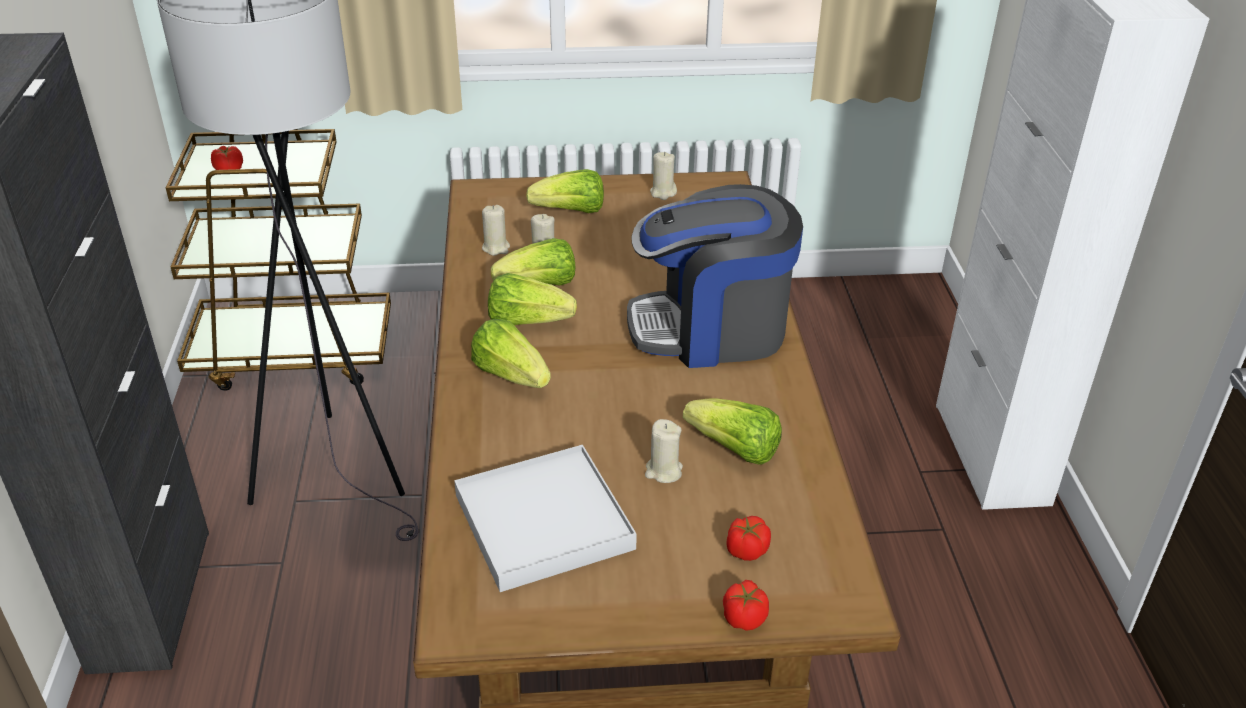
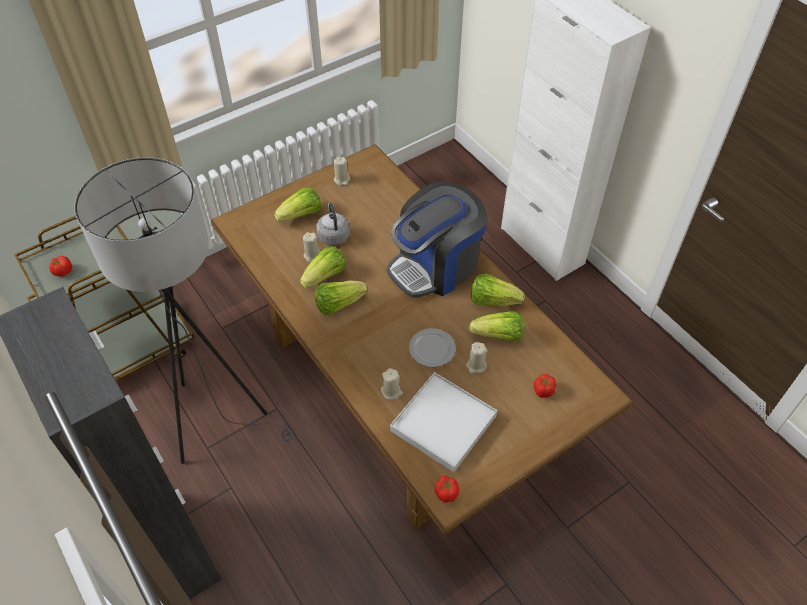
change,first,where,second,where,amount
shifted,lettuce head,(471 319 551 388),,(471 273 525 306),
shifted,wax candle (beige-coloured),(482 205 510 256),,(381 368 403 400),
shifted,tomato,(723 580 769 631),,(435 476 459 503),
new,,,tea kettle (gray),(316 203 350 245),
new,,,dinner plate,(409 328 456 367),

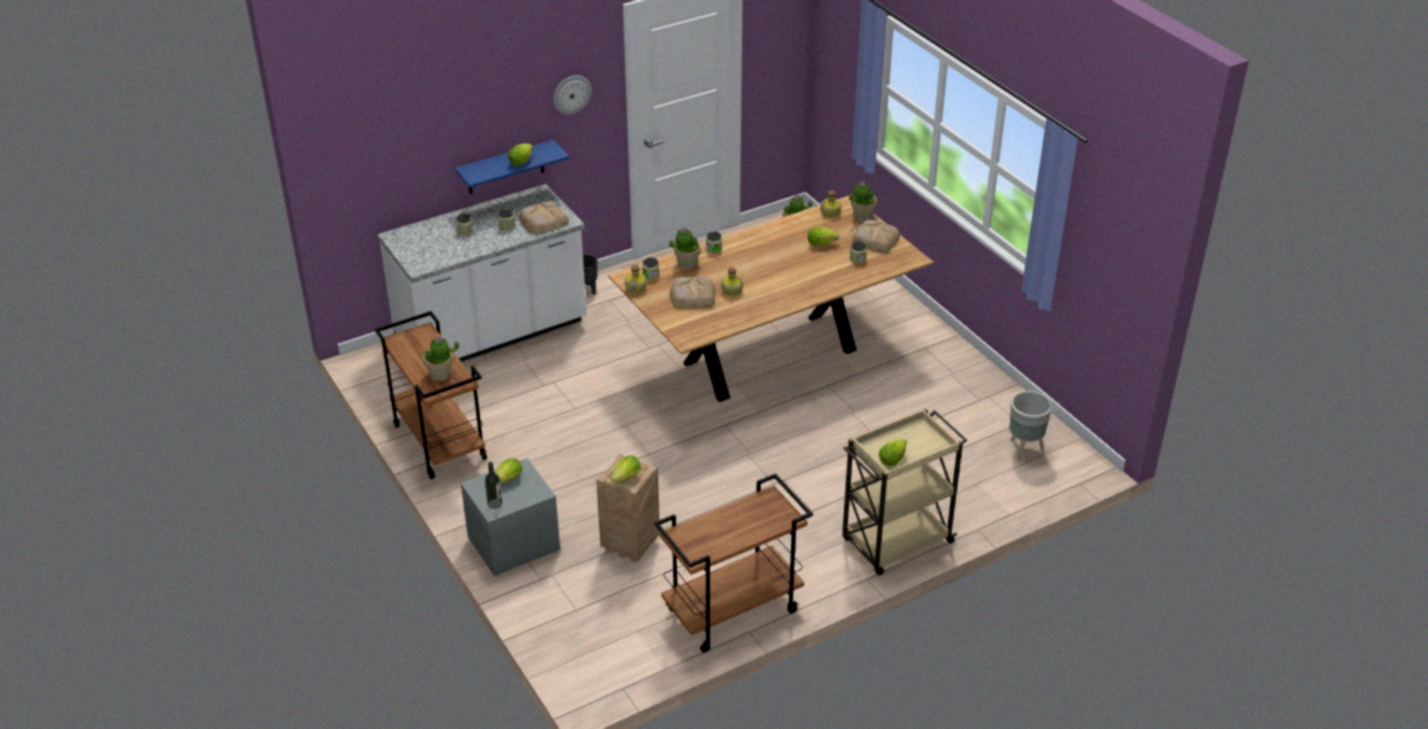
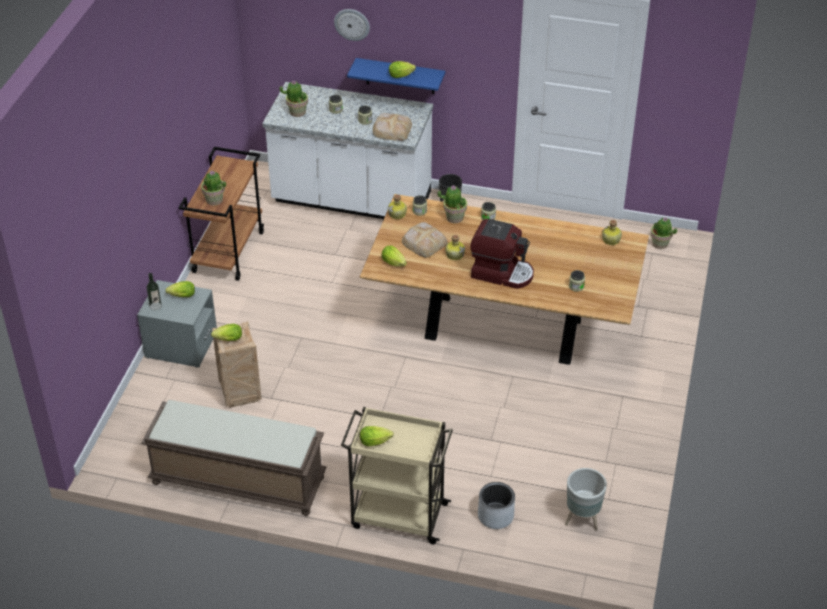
change,first,where,second,where,amount
shifted,wall clock,(553 75 592 115),,(334 9 370 41),
swapped,trolley (brown-coloured),(654 473 813 653),bench (brown-coloured),(141 400 326 516),
shifted,lettuce head,(808 227 839 246),,(382 246 407 267),
shifted,potted plant,(849 181 877 222),,(280 81 308 117),
gone,bakery bread,(852 219 900 253),,,
new,,,coffee maker,(470 219 534 289),
new,,,flower pot (gray),(478 482 515 529),

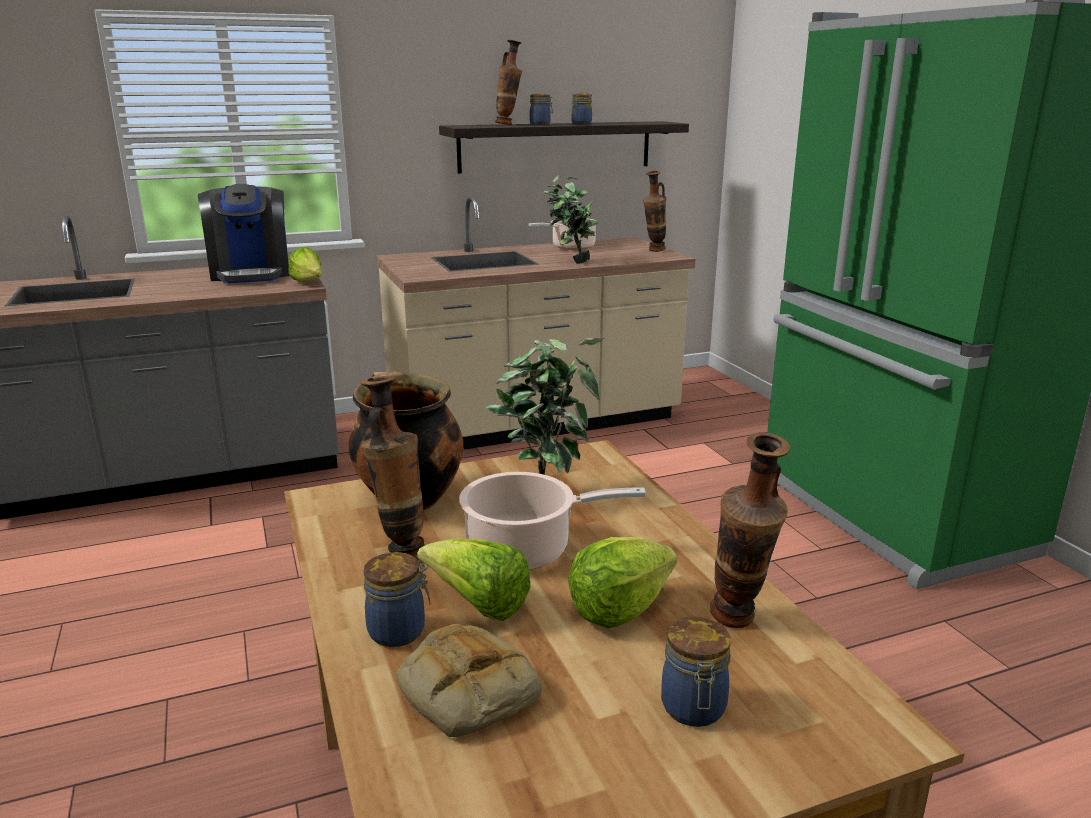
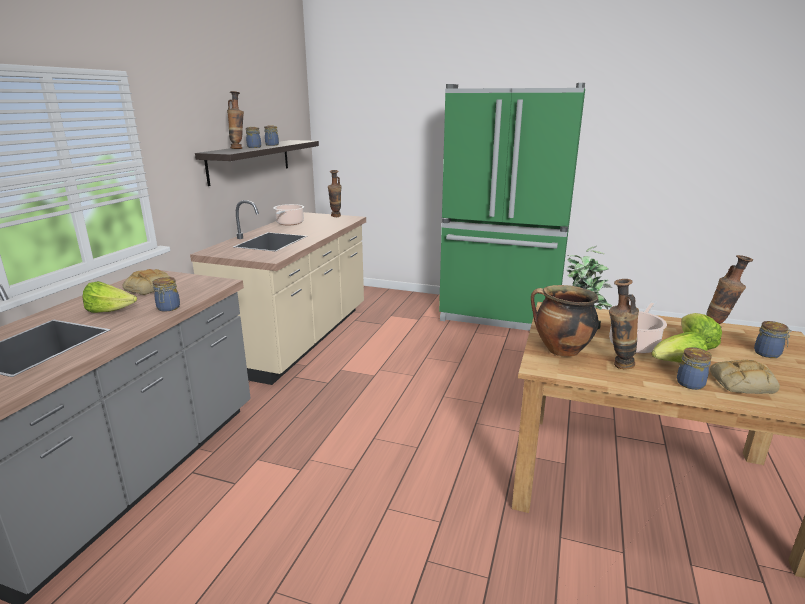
change,first,where,second,where,amount
swapped,coffee maker,(198 184 290 283),bakery bread,(122 269 170 295),
shifted,lettuce head,(288 247 322 282),,(82 281 137 313),
gone,potted plant,(543 175 598 264),,,
new,,,storage jar,(153 277 180 312),

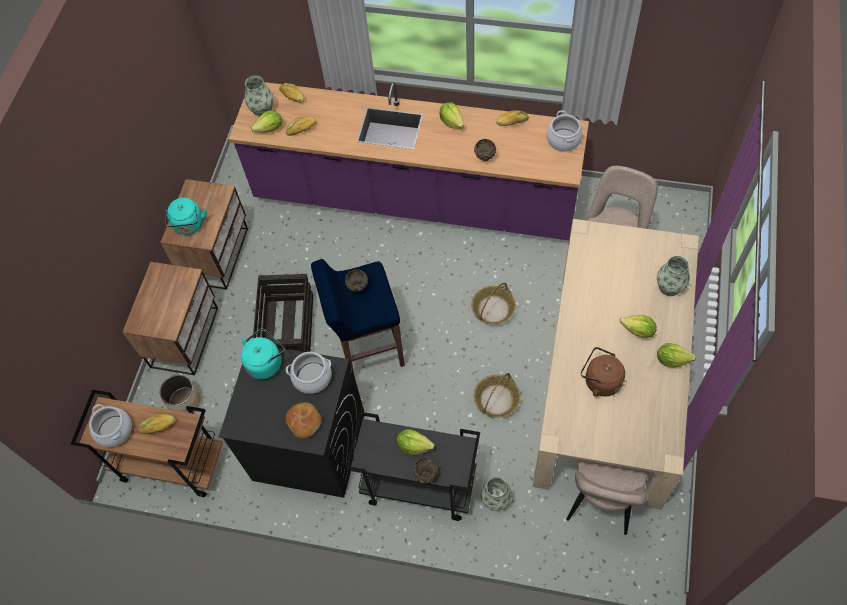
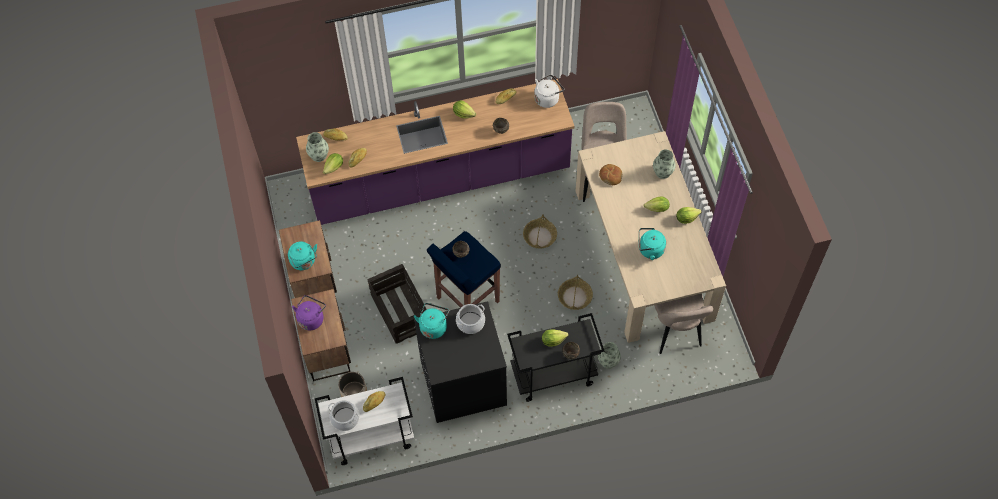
change,first,where,second,where,amount
repainted,trolley (brown-coloured),(71 390 223 497),trolley (white),(315 377 414 465),
shifted,bakery bread,(286 402 321 439),,(599 164 622 185),
swapped,stockpot,(546 110 583 152),tea kettle (white),(534 75 564 108),
repainted,tea kettle (brown-coloured),(581 347 625 397),tea kettle (turquoise-coloured),(638 228 666 260),
new,,,tea kettle (purple),(292 295 326 330),

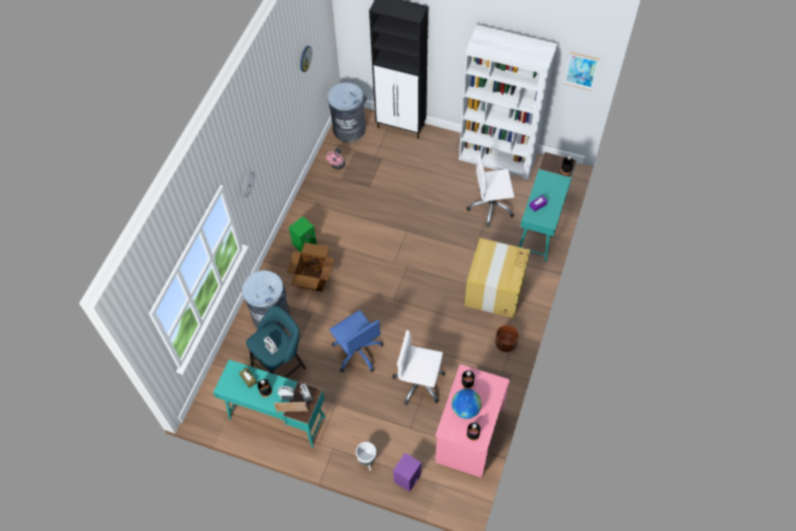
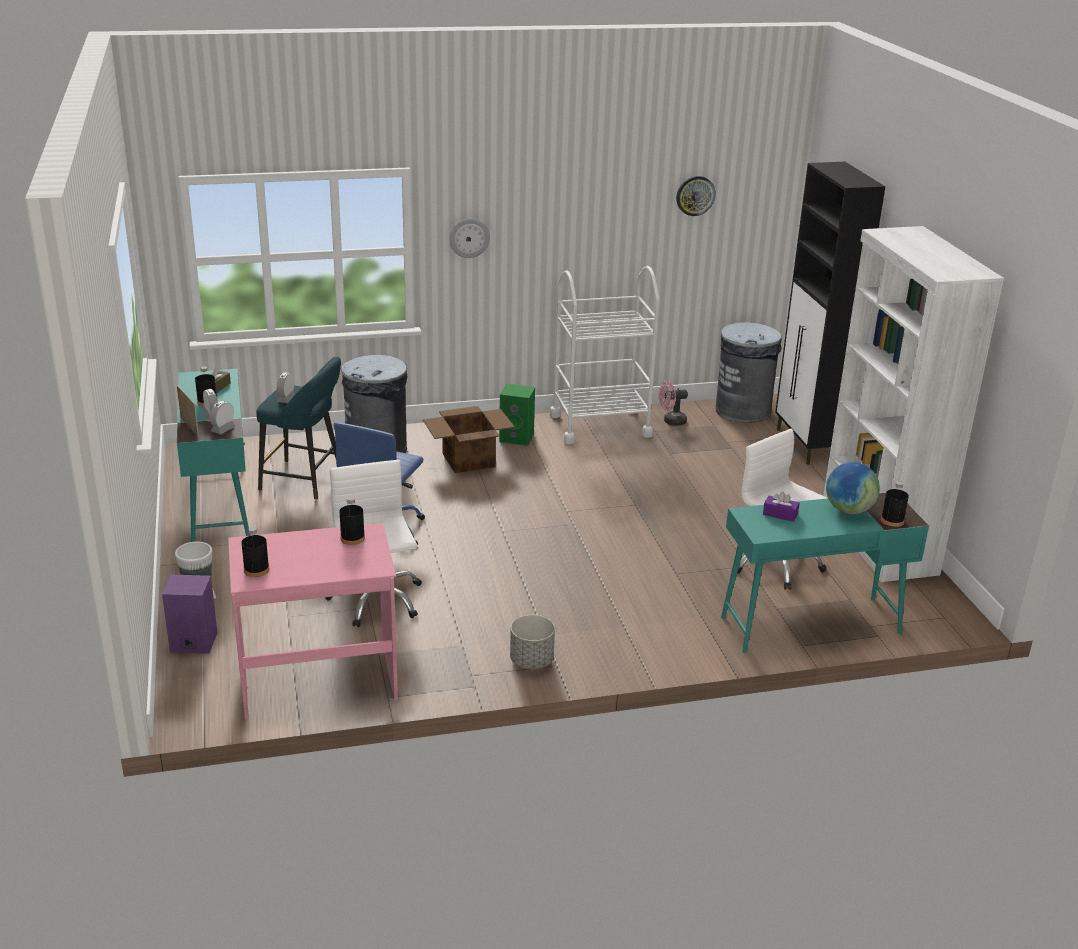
change,first,where,second,where,amount
shifted,world globe,(452 389 482 419),,(826 462 880 514),
gone,cardboard box,(465 238 530 318),,,
repainted,flower pot (brown-coloured),(495 325 519 352),flower pot (gray),(510 615 555 669),
gone,picture,(564 52 599 91),,,
new,,,trolley (white),(550 266 660 444),

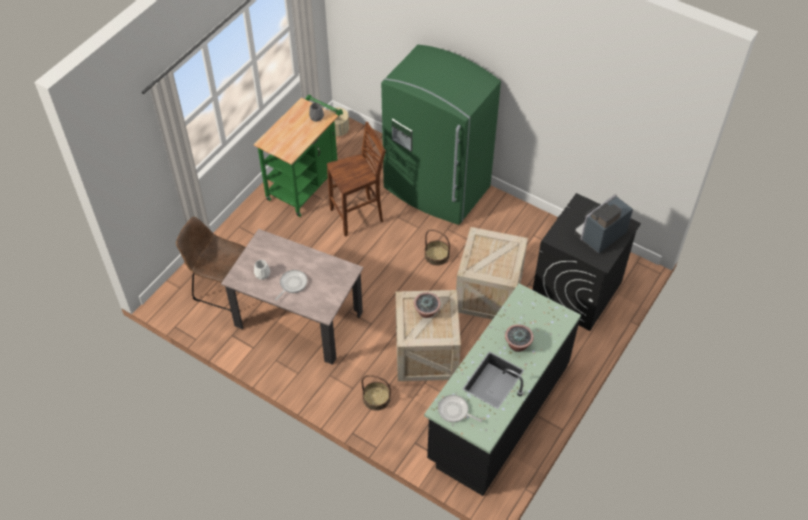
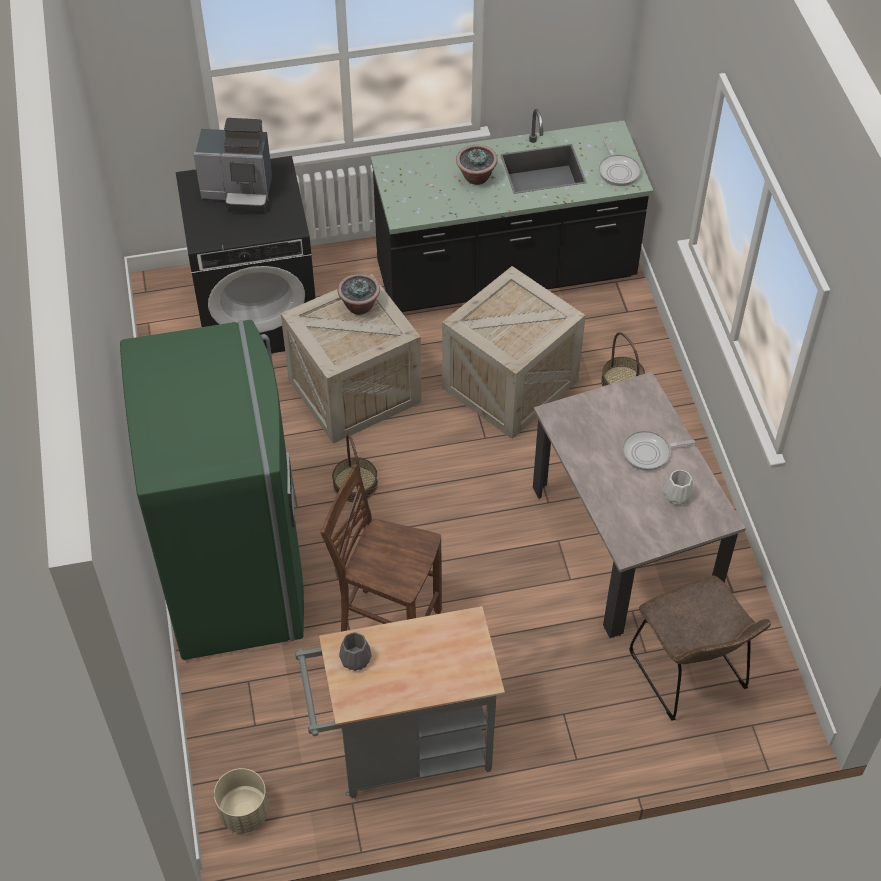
change,first,where,second,where,amount
repainted,trolley (greenish),(254 94 343 217),trolley (gray),(295 606 505 799),
shifted,potted plant,(414 292 441 318),,(338 274 380 315),

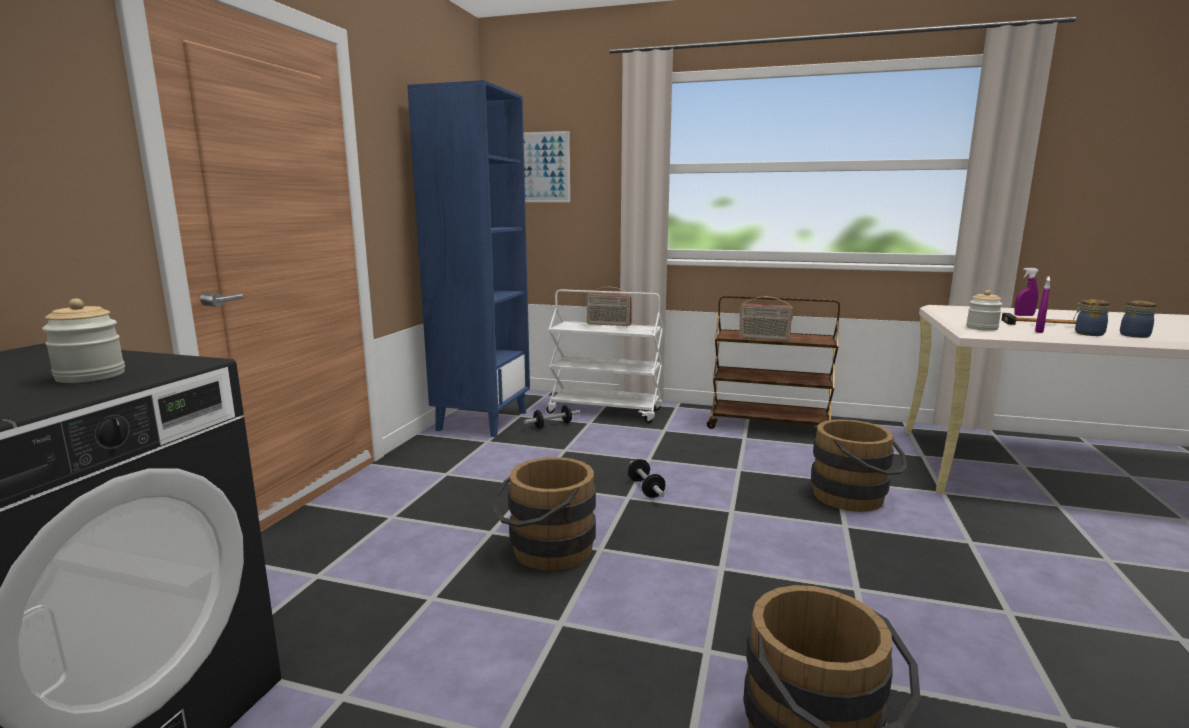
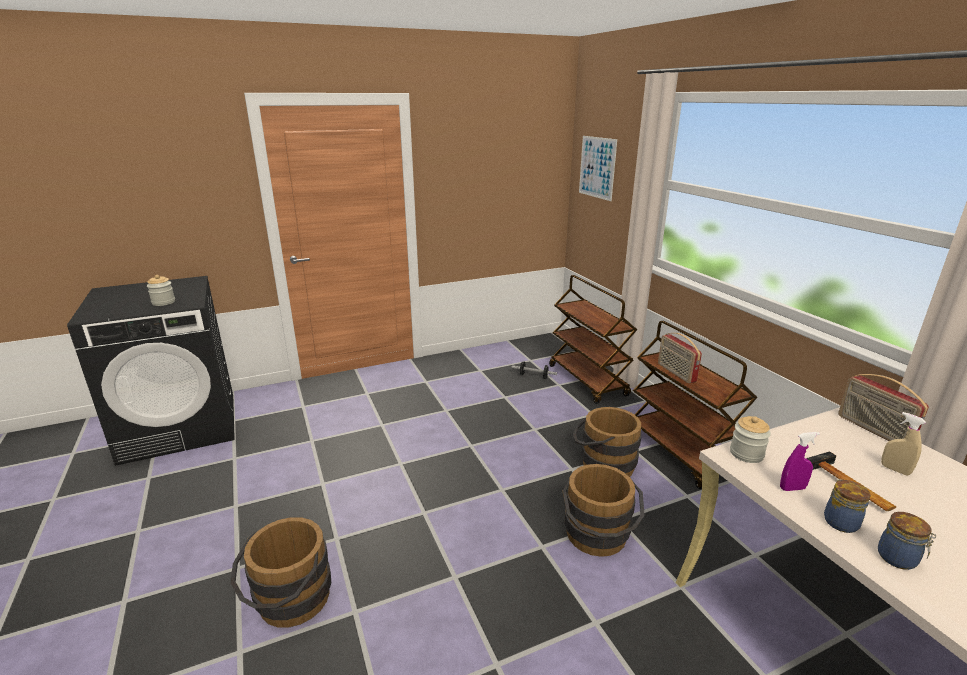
change,first,where,second,where,amount
gone,shelving unit (blue),(407 80 530 437),,,
shifted,water bucket (brown-coloured),(493 457 596 571),,(573 407 641 477),
repainted,trolley (white),(546 289 663 423),trolley (brown-coloured),(549 275 637 404),
shifted,radio receiver,(586 287 632 326),,(838 374 929 441),
gone,dumbbell,(628 459 666 498),,,
repainted,spray bottle (purple),(1014 268 1039 316),spray bottle (beige-coloured),(881 412 926 476),

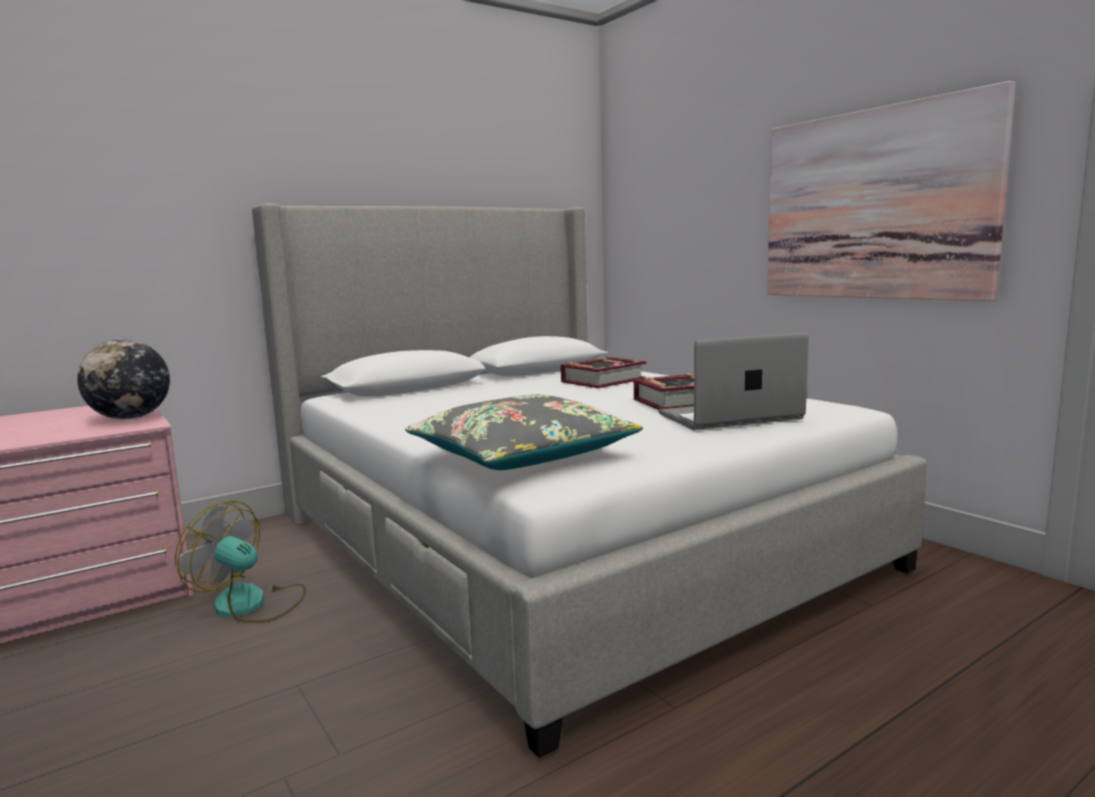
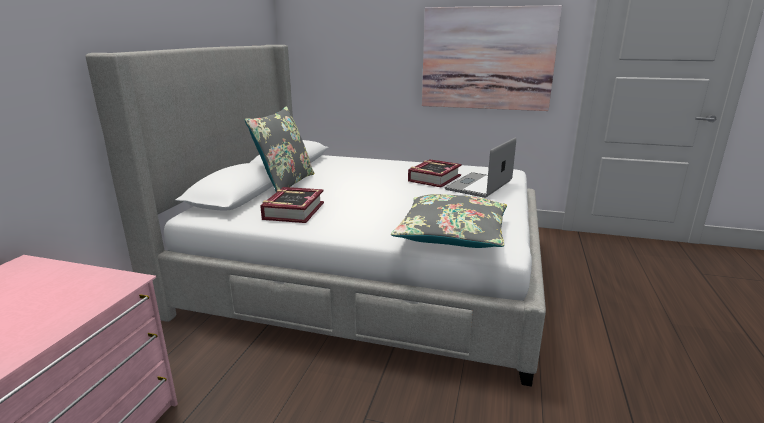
change,first,where,second,where,amount
gone,world globe,(77 339 170 419),,,
gone,fan,(175 501 306 623),,,
shifted,bound book,(561 357 647 388),,(260 187 324 223),
new,,,cushion (gray),(245 106 314 191),

